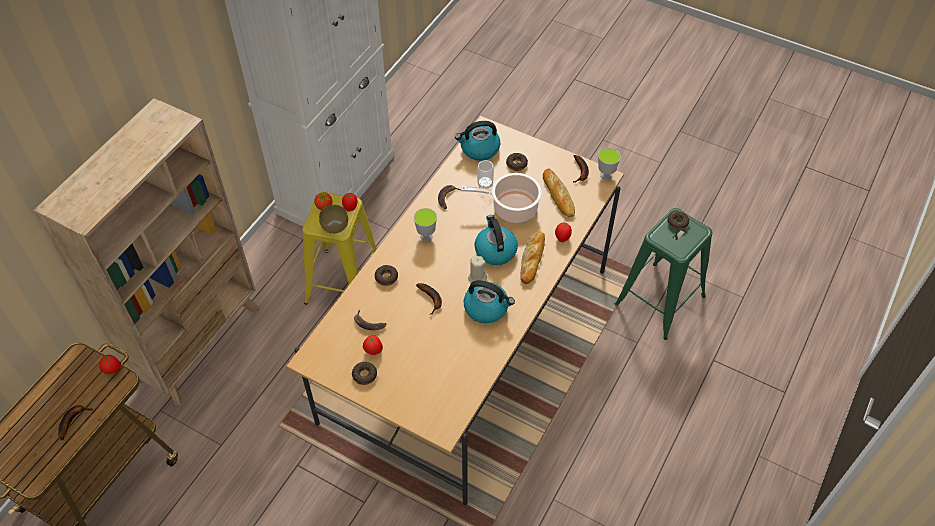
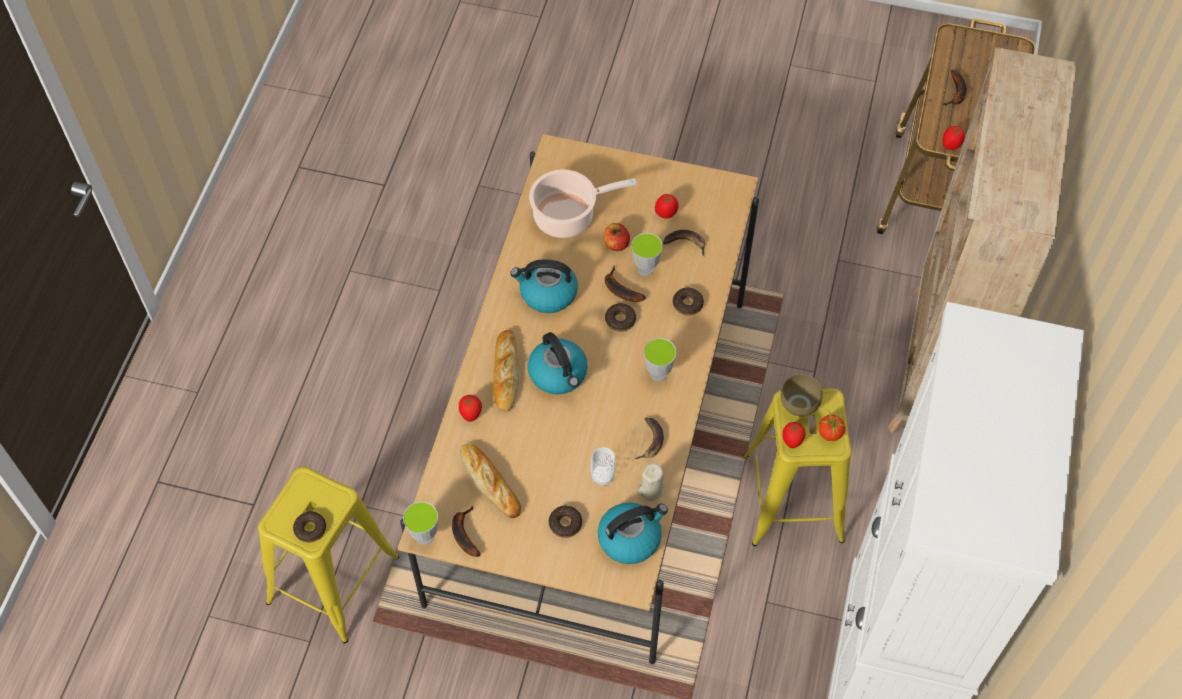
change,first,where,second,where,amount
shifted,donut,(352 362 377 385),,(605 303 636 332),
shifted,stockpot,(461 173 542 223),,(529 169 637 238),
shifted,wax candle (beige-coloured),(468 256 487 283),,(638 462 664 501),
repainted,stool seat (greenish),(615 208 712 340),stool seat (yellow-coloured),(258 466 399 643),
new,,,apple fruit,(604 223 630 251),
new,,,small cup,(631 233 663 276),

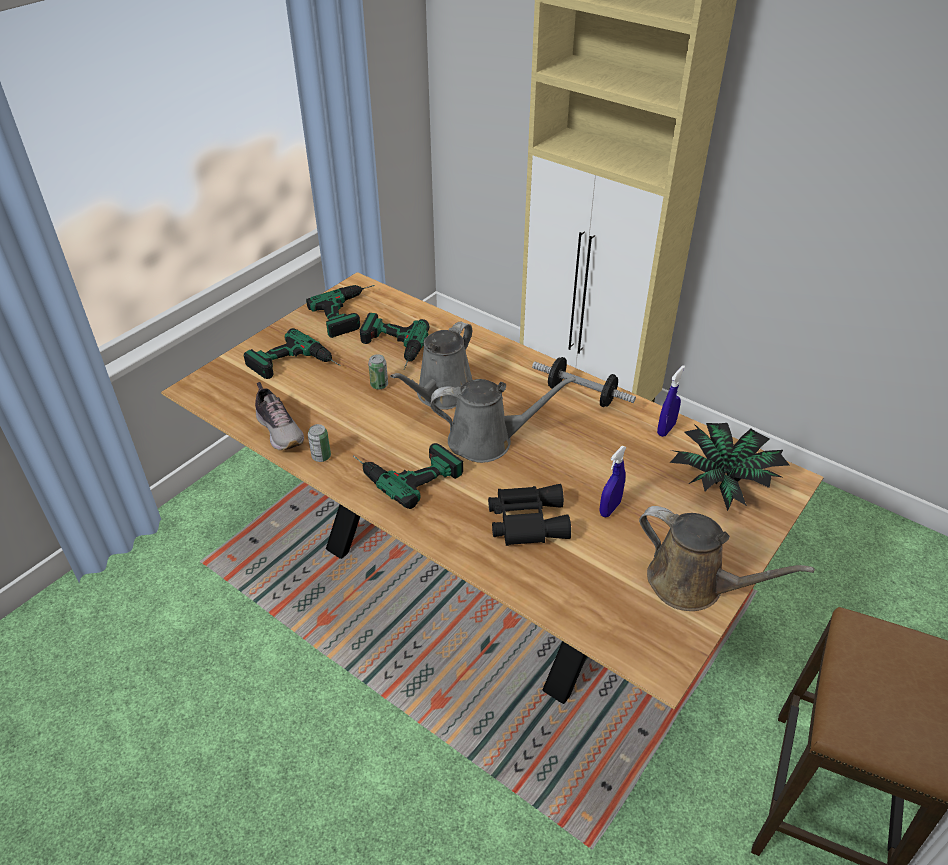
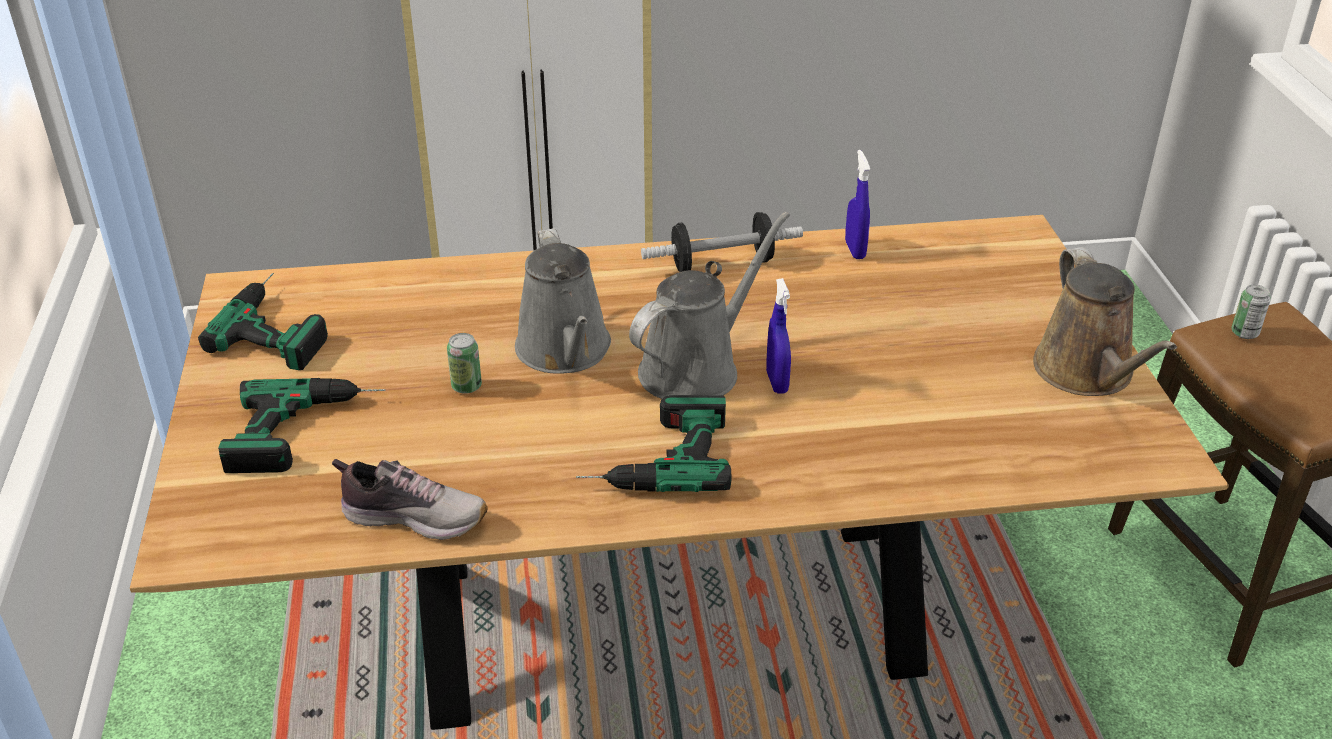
change,first,where,second,where,amount
shifted,sealed can,(308 424 331 462),,(1231 284 1271 339),
gone,electric drill,(360 313 430 370),,,
gone,pair of binoculars (black),(488 484 571 546),,,
shifted,spray bottle (blue),(600 446 627 517),,(766 278 791 394),
rotated,watering pot (brown-coloured),(639 506 815 611),,(1033 247 1177 396),90 degrees clockwise
gone,potted plant,(670 423 790 511),,,

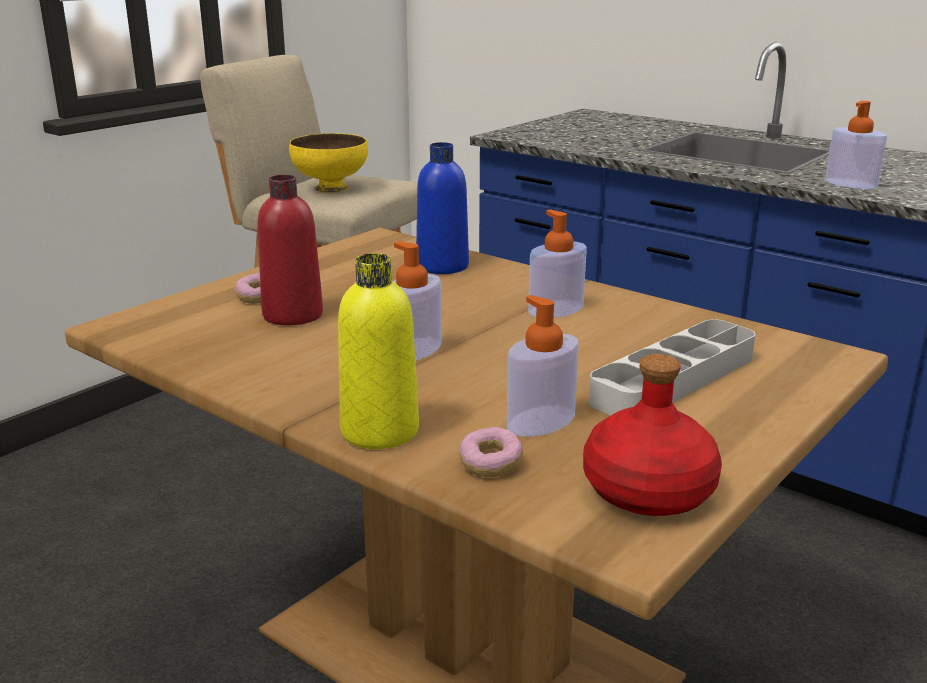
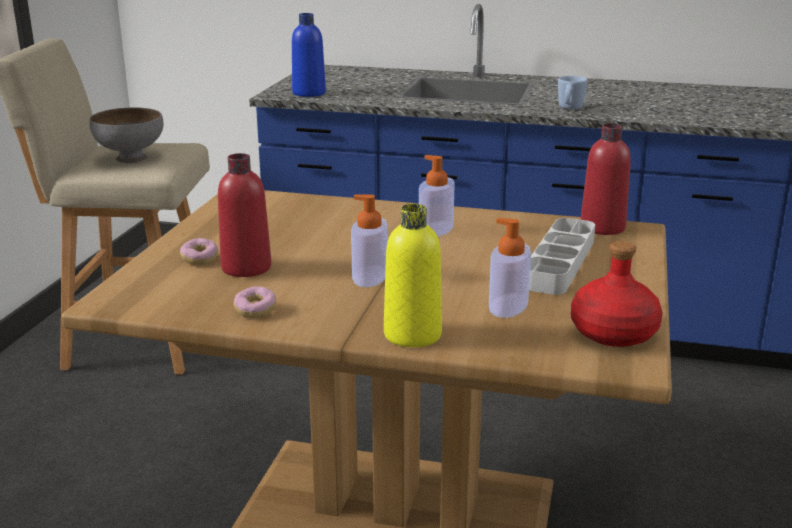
change,first,where,second,where,amount
repainted,bowl (yellow-coloured),(289 133 368 193),bowl (gray),(89 107 164 163),
shifted,beverage bottle (blue),(416 142 469 274),,(292 13 326 97),
shifted,donut,(459 427 523 477),,(234 287 276 318),
swapped,liquid soap bottle,(825 101 887 189),coffee mug (blue),(558 76 588 109),
new,,,beverage bottle (red),(580 123 631 235),

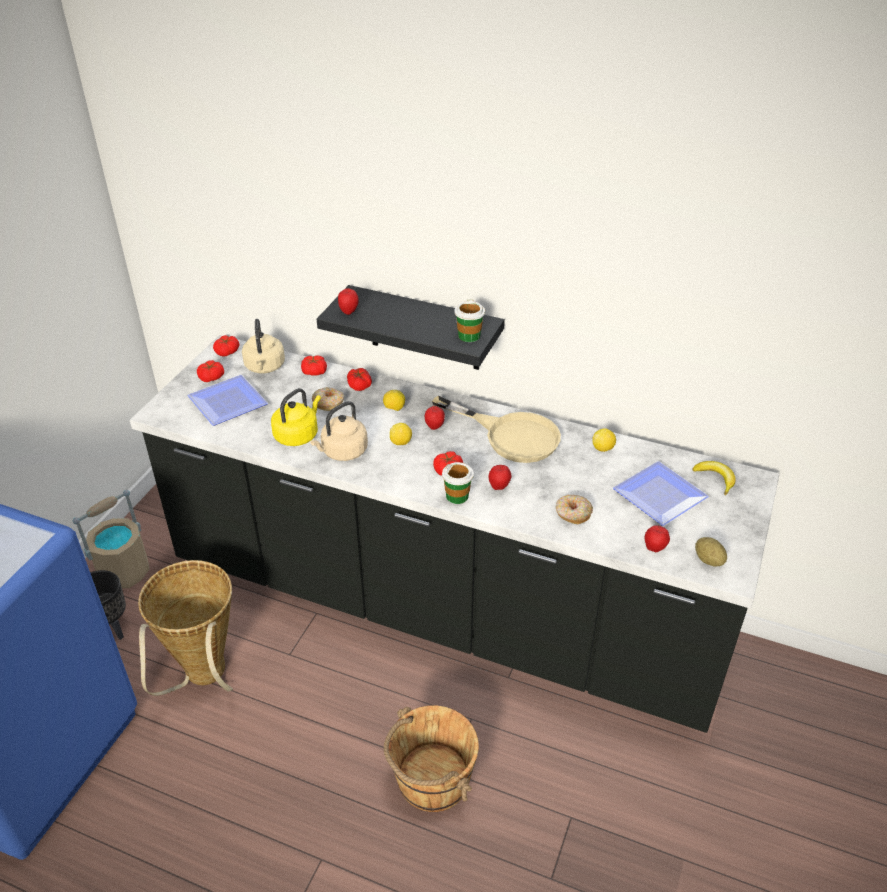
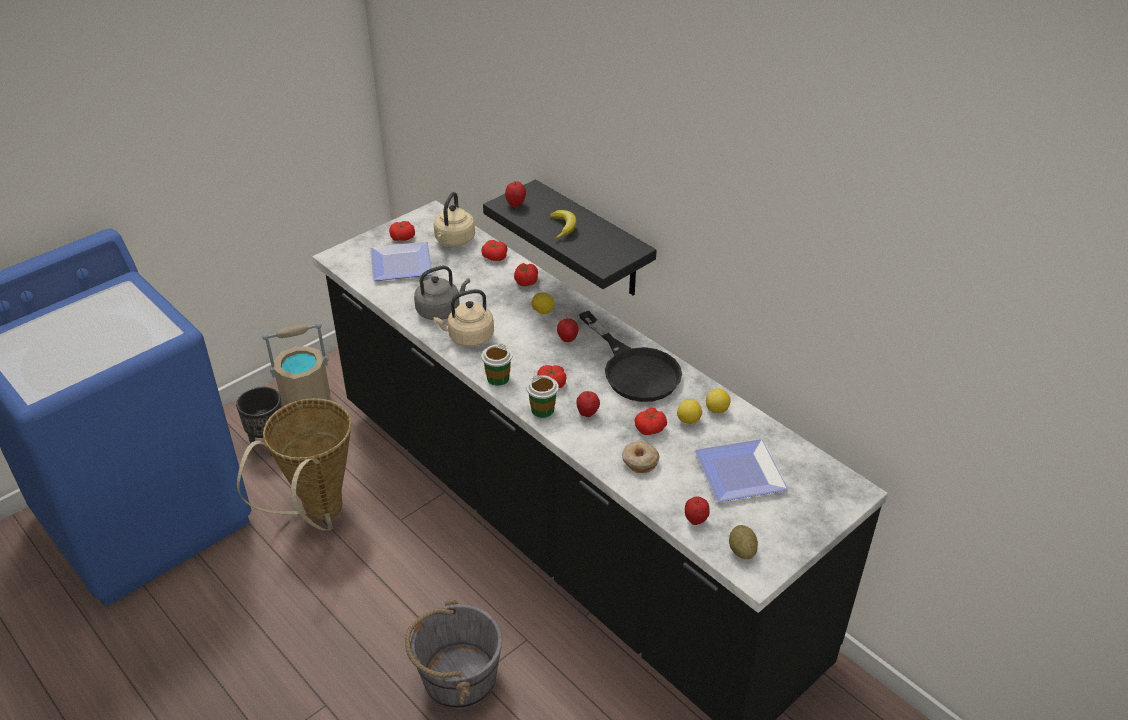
change,first,where,second,where,amount
shifted,tomato,(213 335 239 357),,(634 408 667 435),
repainted,tea kettle (yellow-coloured),(271 388 321 446),tea kettle (gray),(414 266 470 320),
gone,donut,(312 387 344 411),,,
repainted,water bucket (brown-coloured),(384 706 479 812),water bucket (gray),(405 599 502 710),
shifted,lemon,(390 423 412 445),,(677 399 702 424),
repainted,skillet (beige-coloured),(432 396 561 463),skillet (black),(579 311 682 402),
shifted,small cup,(454 299 485 342),,(481 344 512 386),
shifted,banana,(692 461 736 495),,(550 210 577 239),

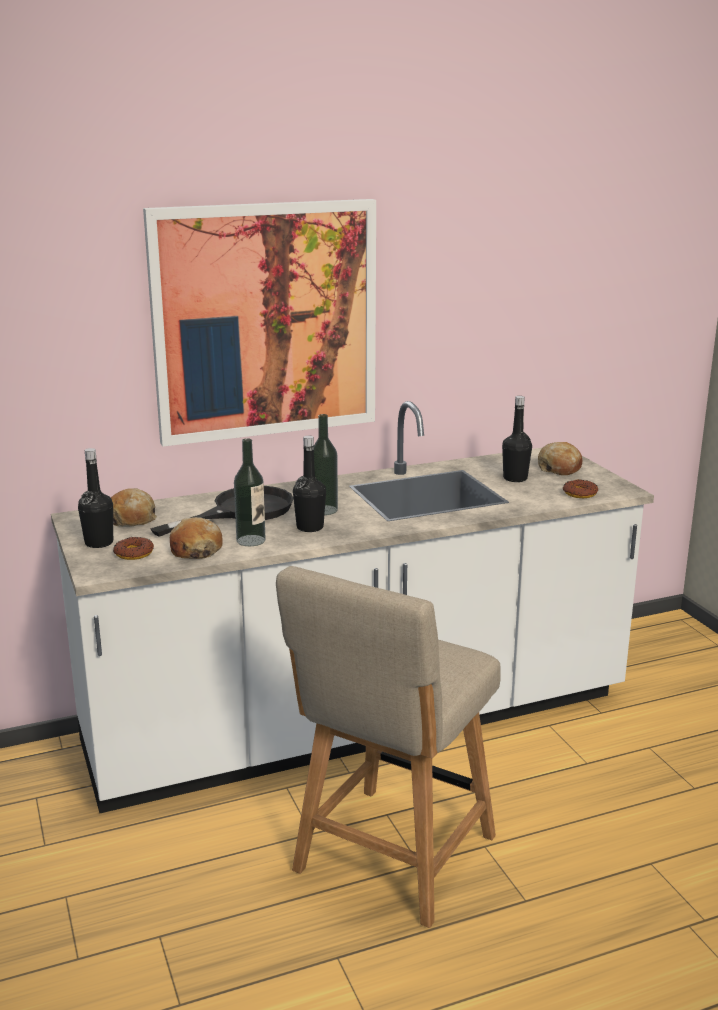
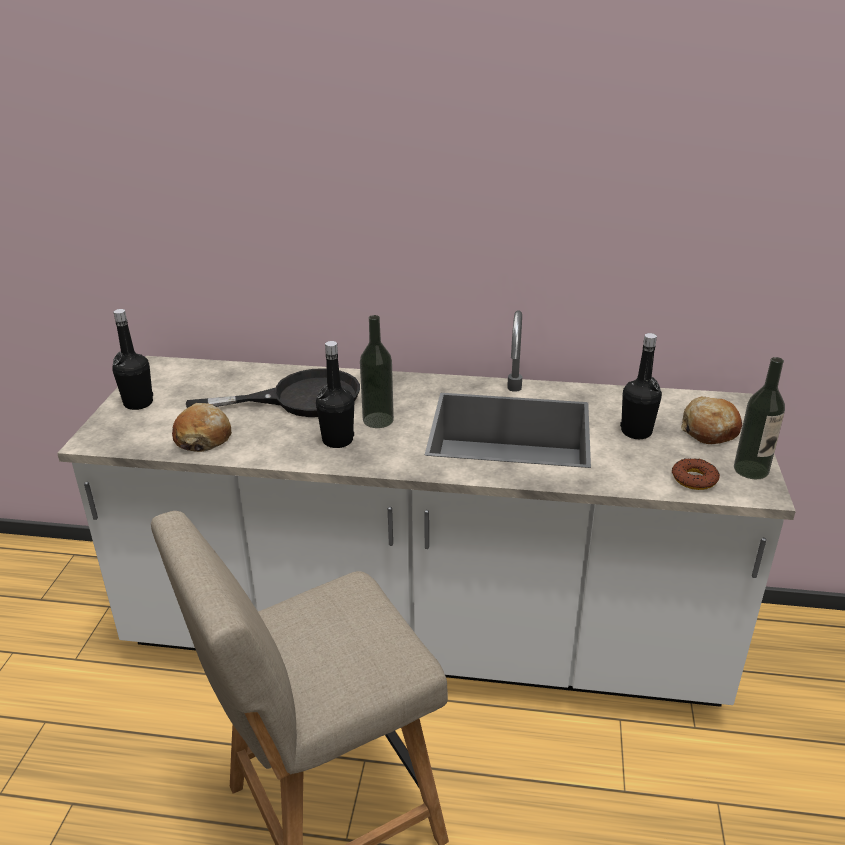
change,first,where,second,where,amount
gone,bakery bread,(111 488 157 527),,,
gone,donut,(113 537 154 560),,,
gone,picture,(143 199 376 446),,,
shifted,beverage bottle,(234 438 266 546),,(734 357 785 479),

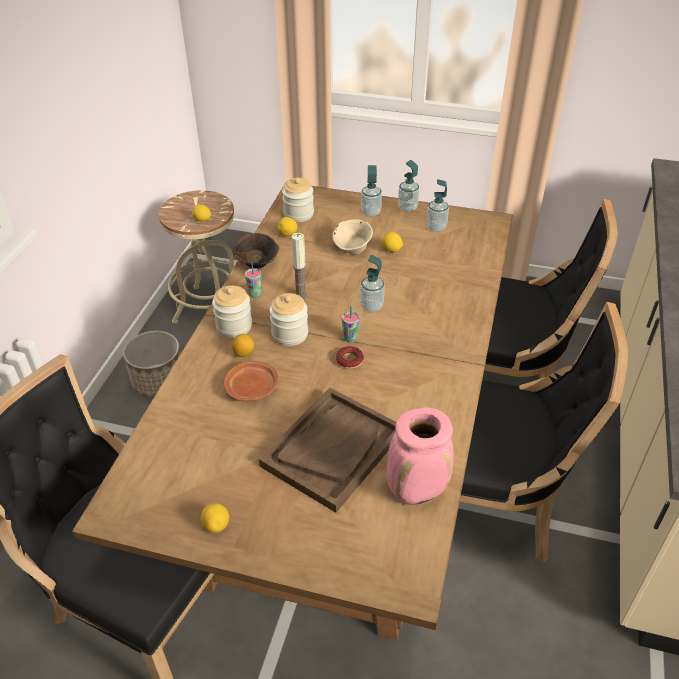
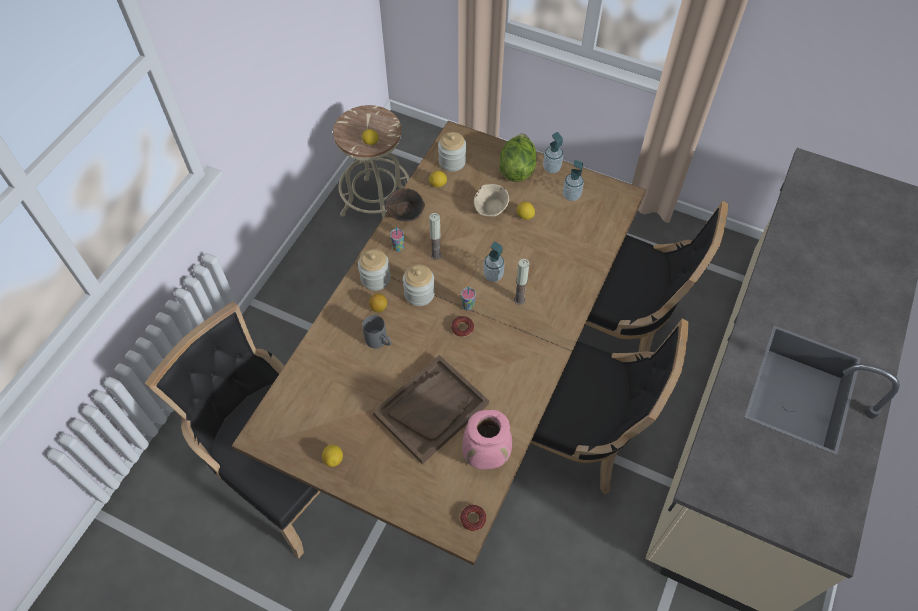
change,first,where,second,where,amount
gone,flower pot,(123 331 181 398),,,
swapped,dinner plate (brown-coloured),(224 361 278 401),coffee mug (gray),(362 315 391 348),
swapped,liquid soap bottle,(361 165 382 217),lettuce head,(499 133 537 182),
new,,,donut,(460 505 486 531),
new,,,wax candle,(514 259 529 305),

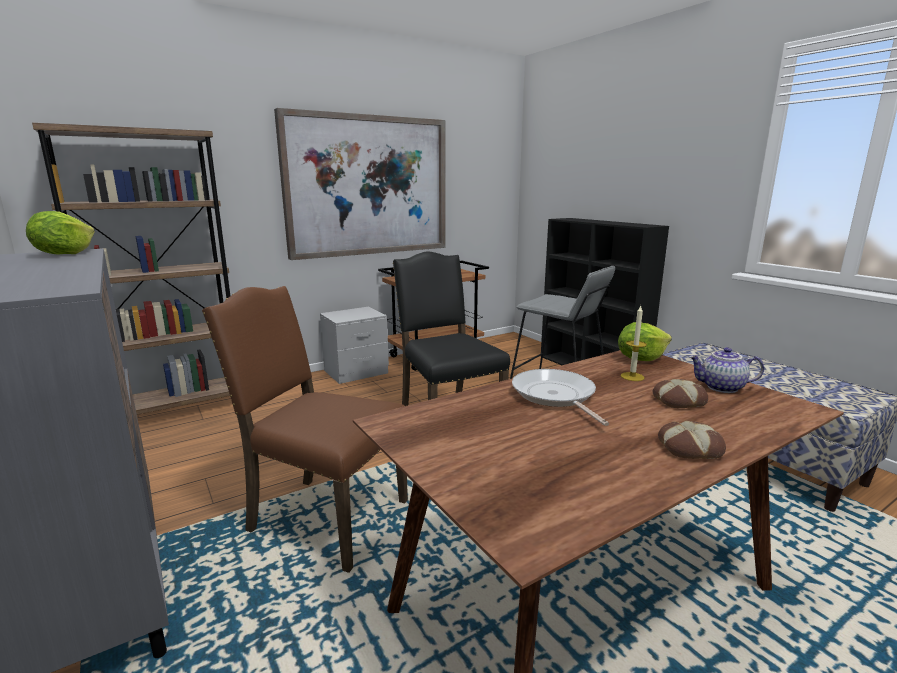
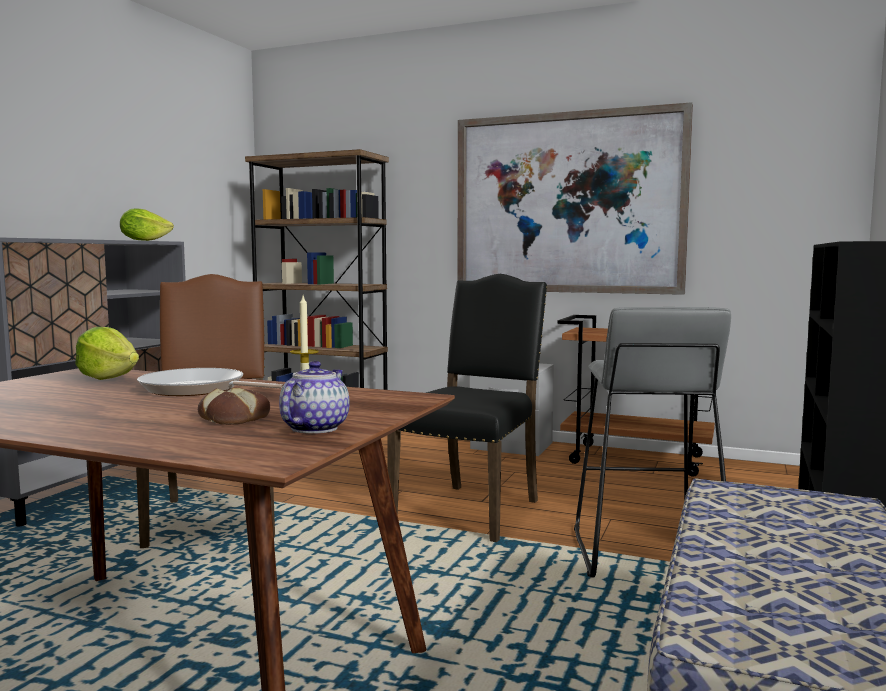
change,first,where,second,where,amount
rotated,skillet,(512 369 609 426),,(137 368 284 396),105 degrees counterclockwise
shifted,lettuce head,(618 322 672 361),,(76 327 139 380),
gone,bakery bread,(658 421 726 459),,,
rotated,tea pot,(689 347 764 393),,(279 361 350 434),45 degrees clockwise

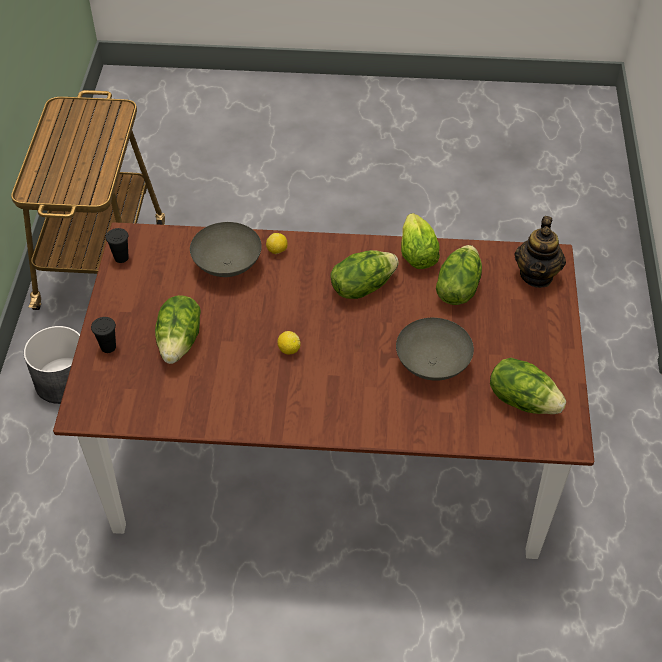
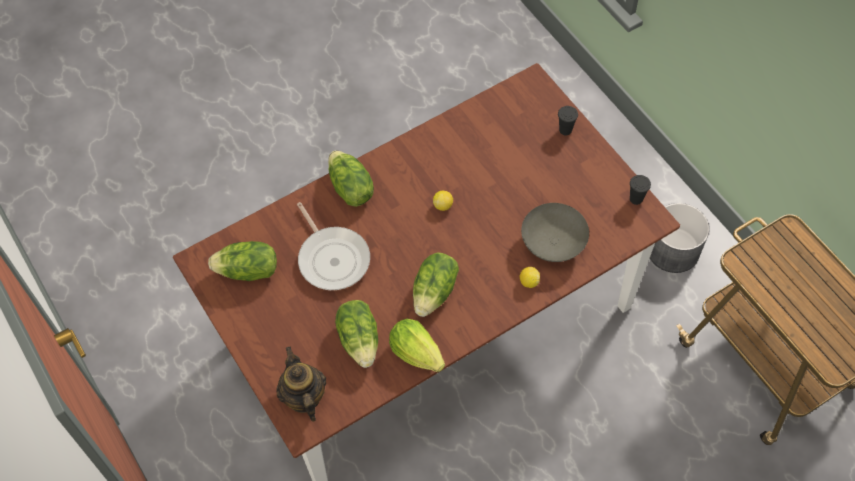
change,first,where,second,where,amount
shifted,lettuce head,(155 295 201 364),,(328 151 374 207),
swapped,bowl (gray),(396 318 474 381),skillet,(297 202 370 290),

